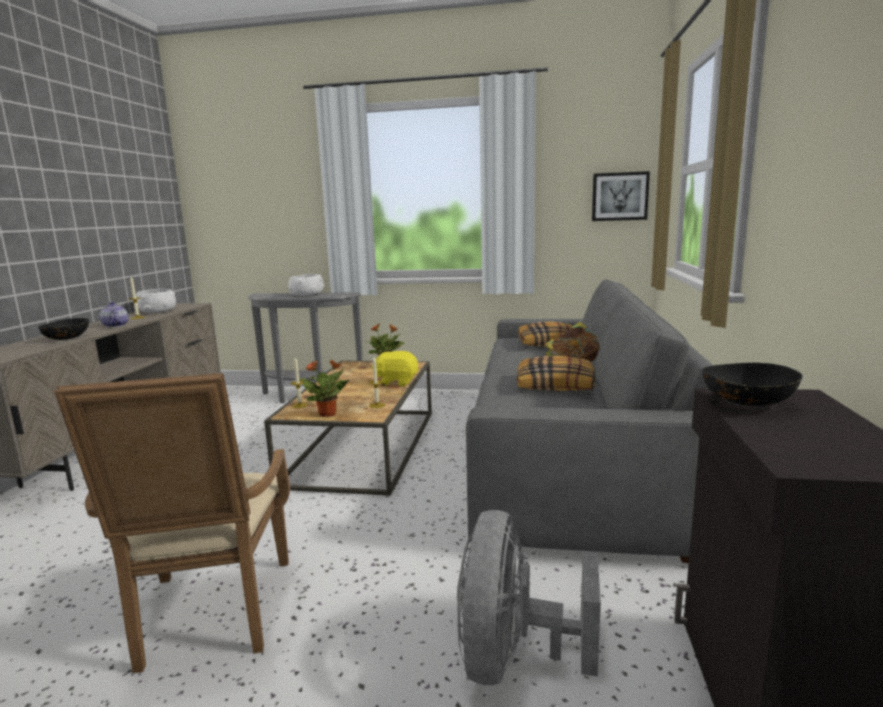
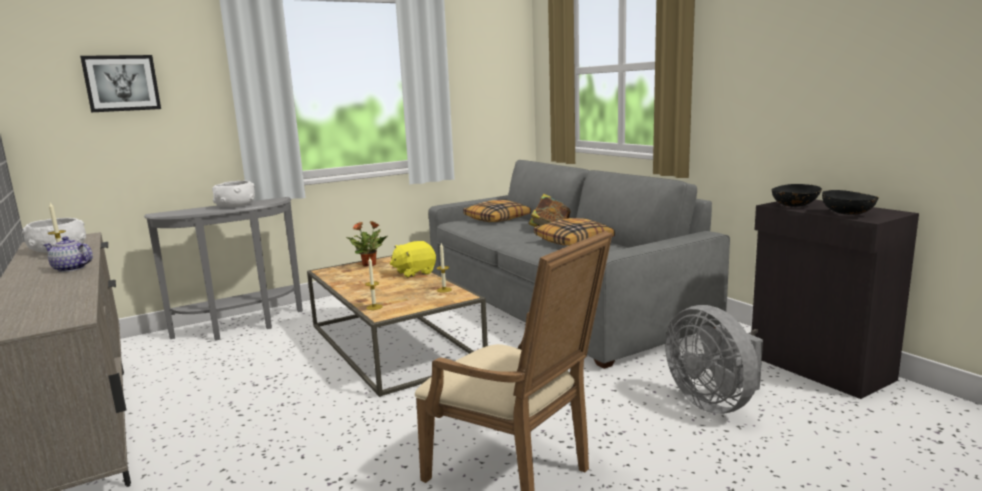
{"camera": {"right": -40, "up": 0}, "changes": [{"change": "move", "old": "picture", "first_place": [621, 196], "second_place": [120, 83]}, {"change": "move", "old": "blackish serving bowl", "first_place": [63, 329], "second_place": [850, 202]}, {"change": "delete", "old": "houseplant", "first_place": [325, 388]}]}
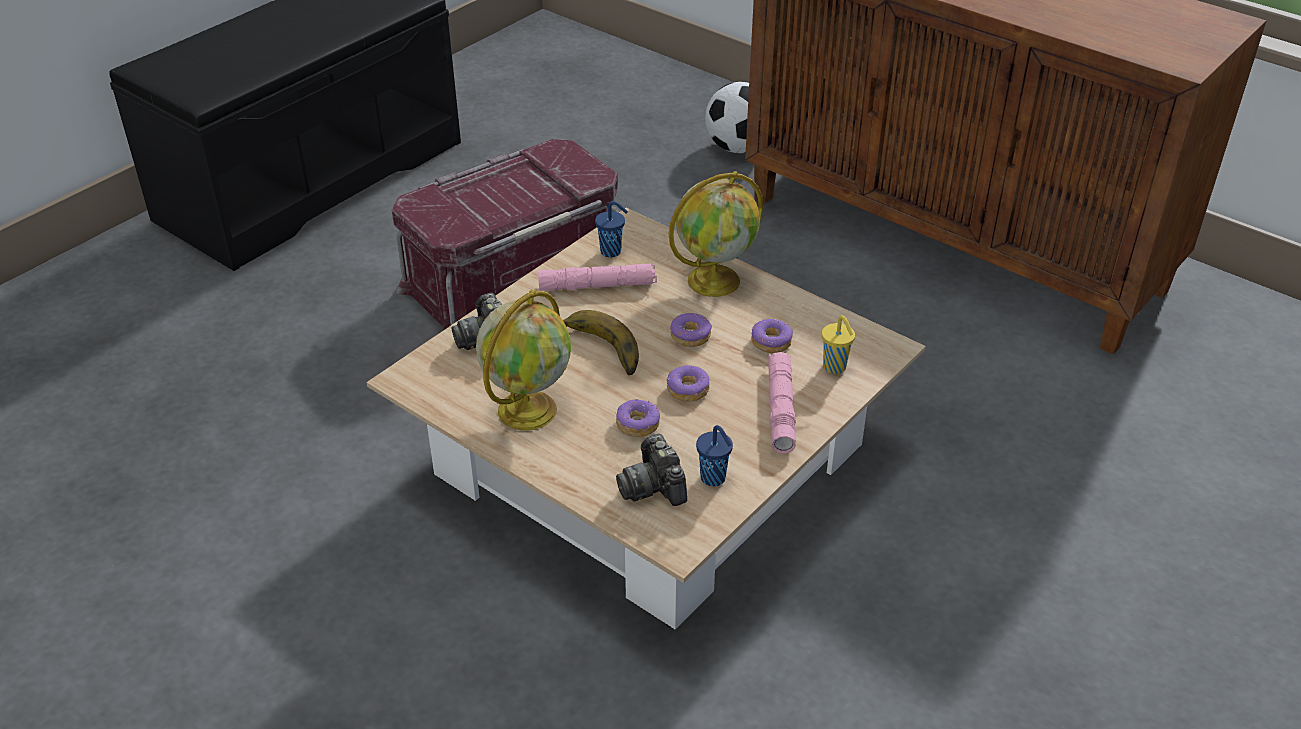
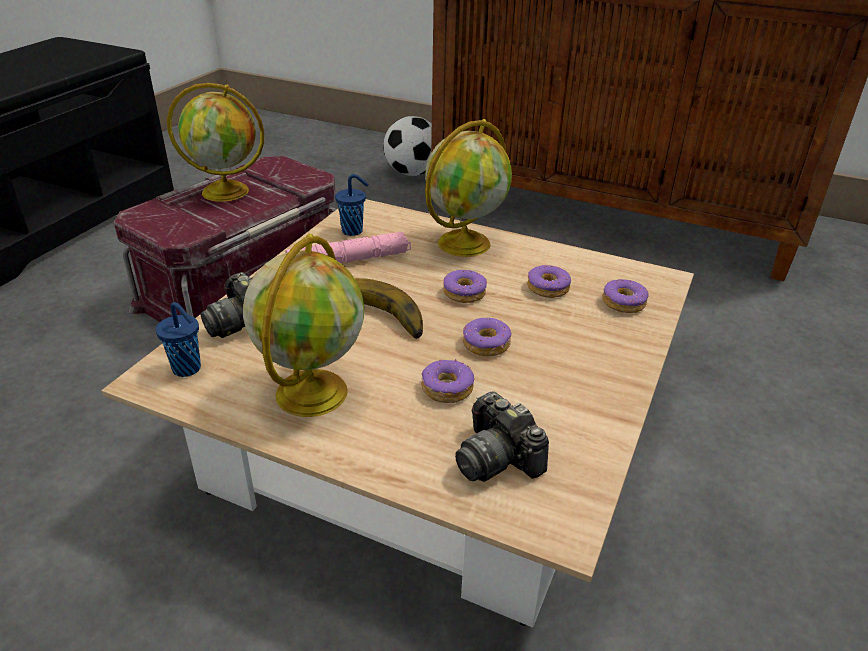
{"camera": {"right": -15, "up": -5}, "changes": [{"change": "move", "old": "blue-coloured drinking cup", "first_place": [714, 455], "second_place": [178, 339]}, {"change": "insert", "new": "world globe", "second_place": [215, 142]}, {"change": "replace", "old": "yellowish drinking cup", "new": "doughnut", "first_place": [838, 345], "second_place": [626, 296]}, {"change": "delete", "old": "pinkish torch", "first_place": [782, 402]}]}
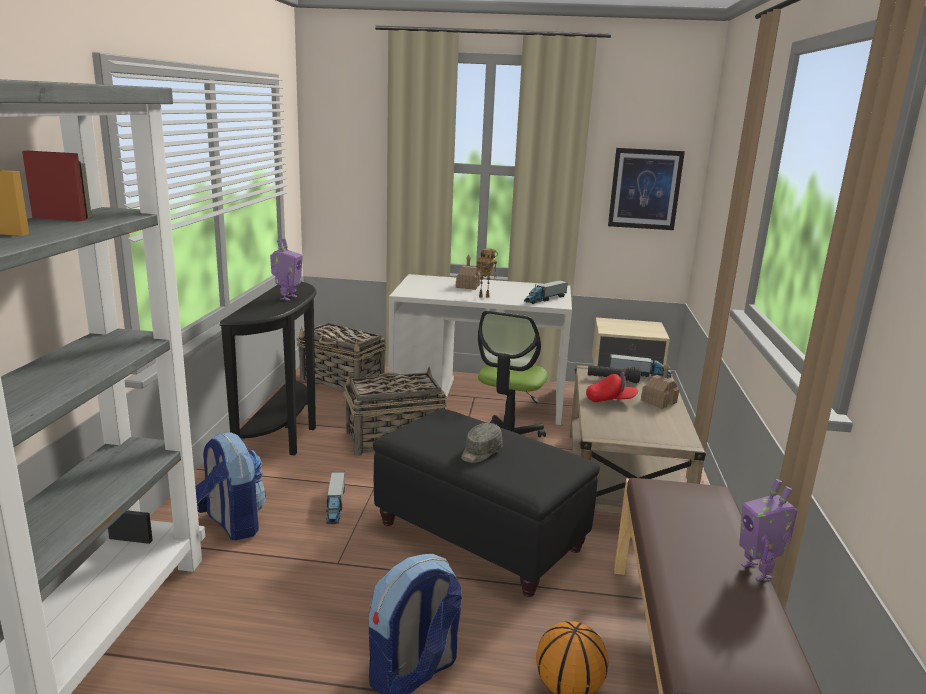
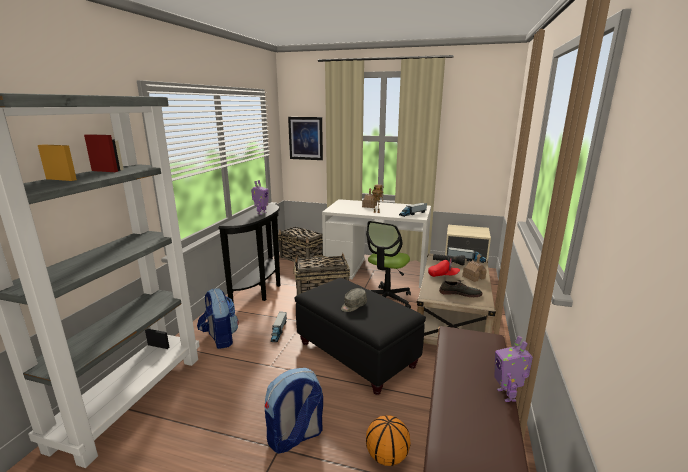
{"camera": {"right": 10, "up": 0}, "changes": [{"change": "move", "old": "picture", "first_place": [646, 189], "second_place": [305, 138]}, {"change": "insert", "new": "greyish item of footwear", "second_place": [460, 288]}]}
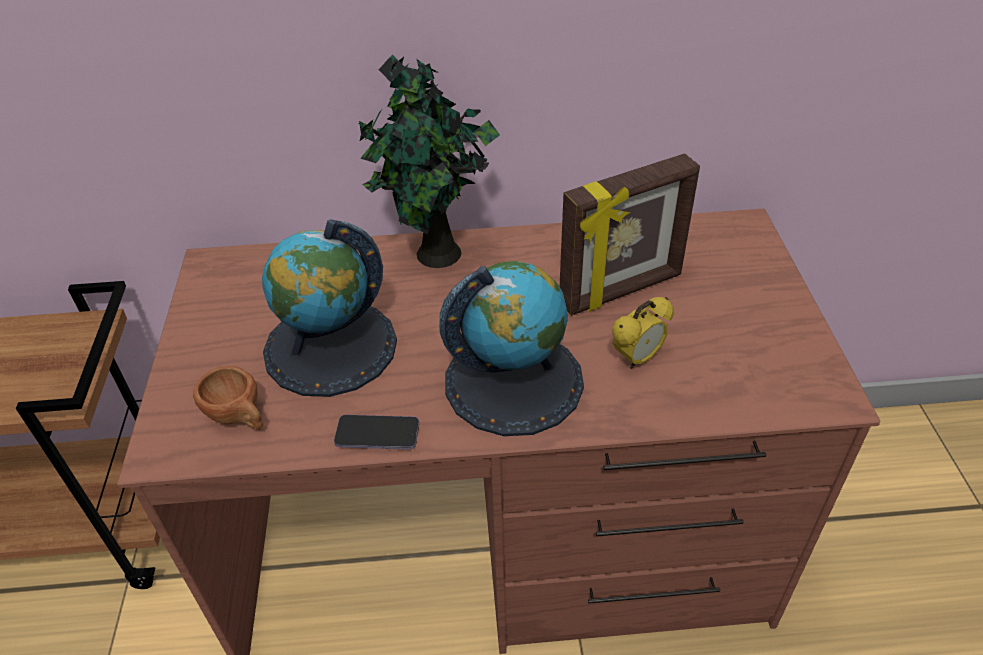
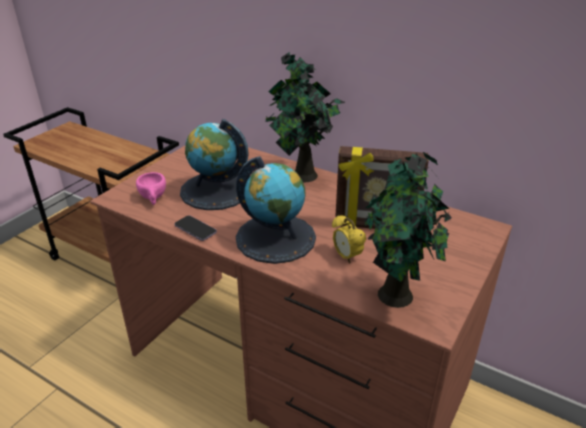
{"camera": {"right": 35, "up": -10}, "changes": [{"change": "recolor", "old": "brown-coloured drinking cup", "new": "pinkish drinking cup", "first_place": [228, 398], "second_place": [151, 188]}, {"change": "rotate", "old": "table clock", "first_place": [643, 333], "second_place": [349, 239], "degrees": 60}, {"change": "insert", "new": "houseplant", "second_place": [408, 230]}]}
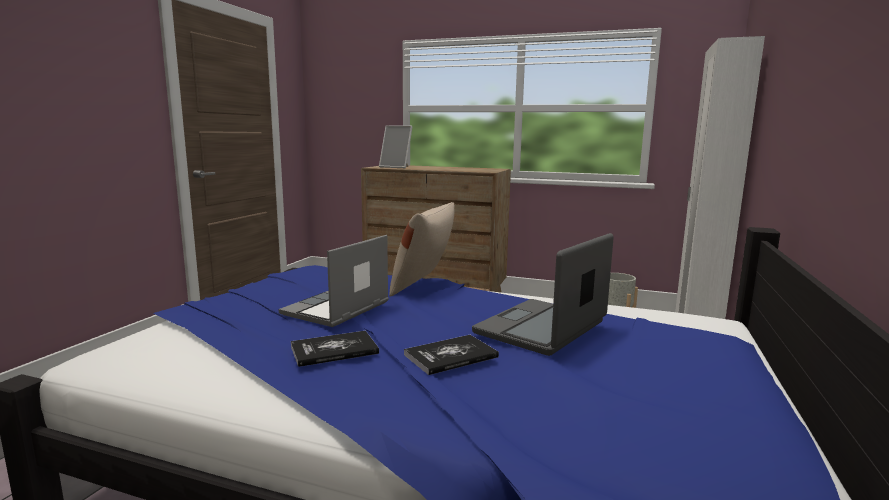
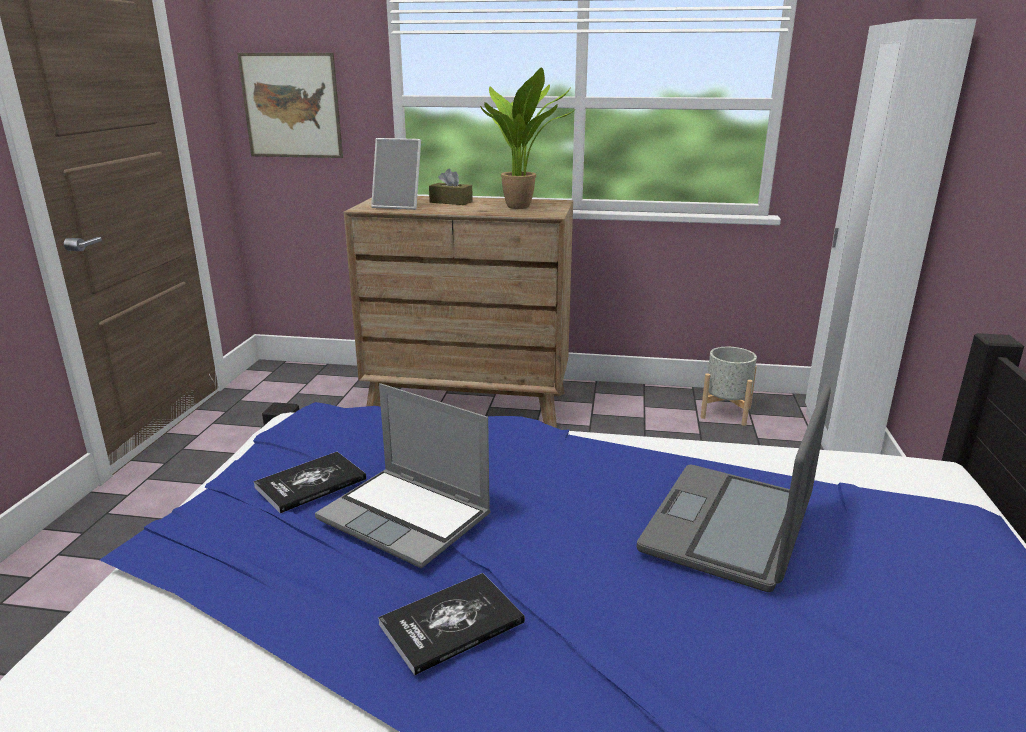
{"camera": {"right": -10, "up": 10}, "changes": [{"change": "insert", "new": "picture", "second_place": [290, 105]}, {"change": "move", "old": "bound book", "first_place": [451, 355], "second_place": [309, 482]}, {"change": "rotate", "old": "laptop", "first_place": [334, 281], "second_place": [403, 475], "degrees": -75}, {"change": "insert", "new": "brown-coloured tissue box", "second_place": [451, 187]}, {"change": "insert", "new": "houseplant", "second_place": [526, 138]}, {"change": "delete", "old": "beige pillow", "first_place": [421, 249]}]}
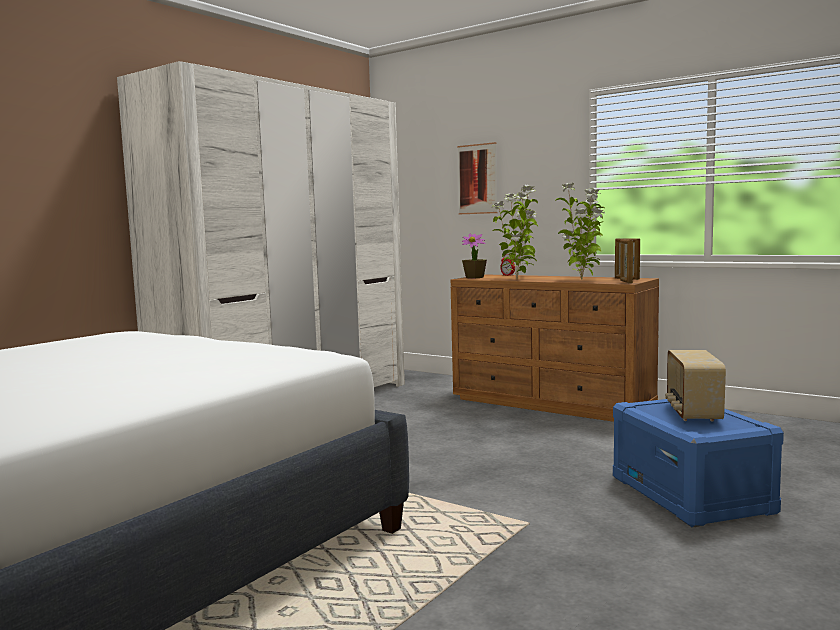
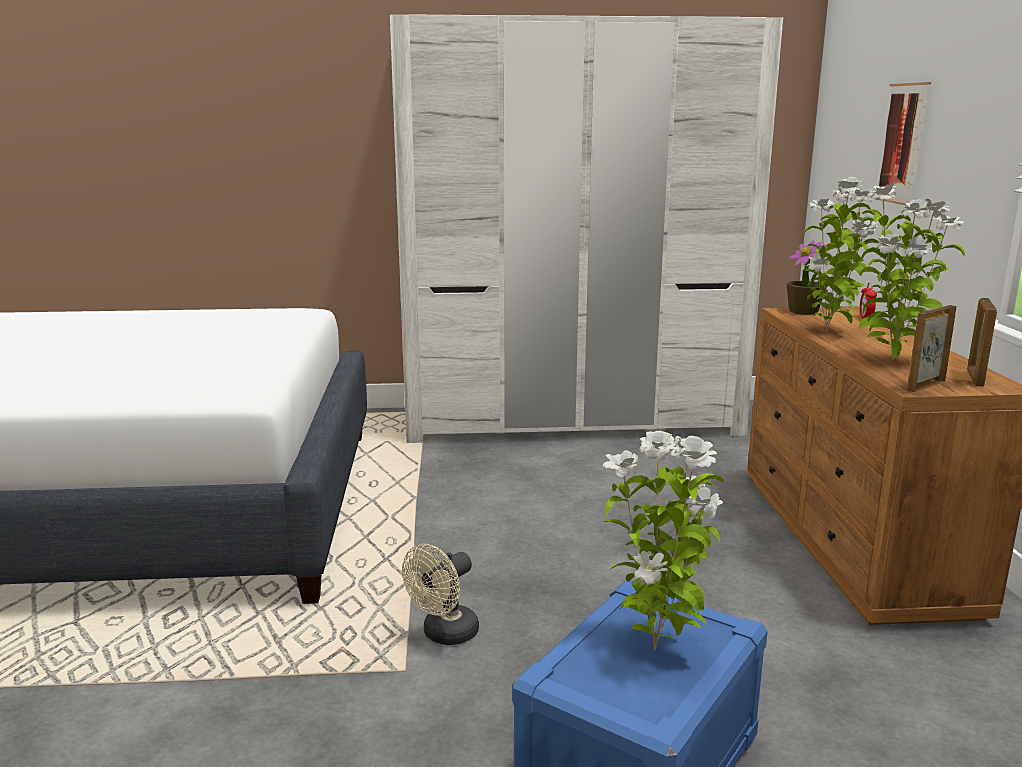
{"camera": {"right": 50, "up": 10}, "changes": [{"change": "insert", "new": "beige cooling fan", "second_place": [440, 594]}, {"change": "replace", "old": "radio", "new": "houseplant", "first_place": [695, 386], "second_place": [663, 540]}]}
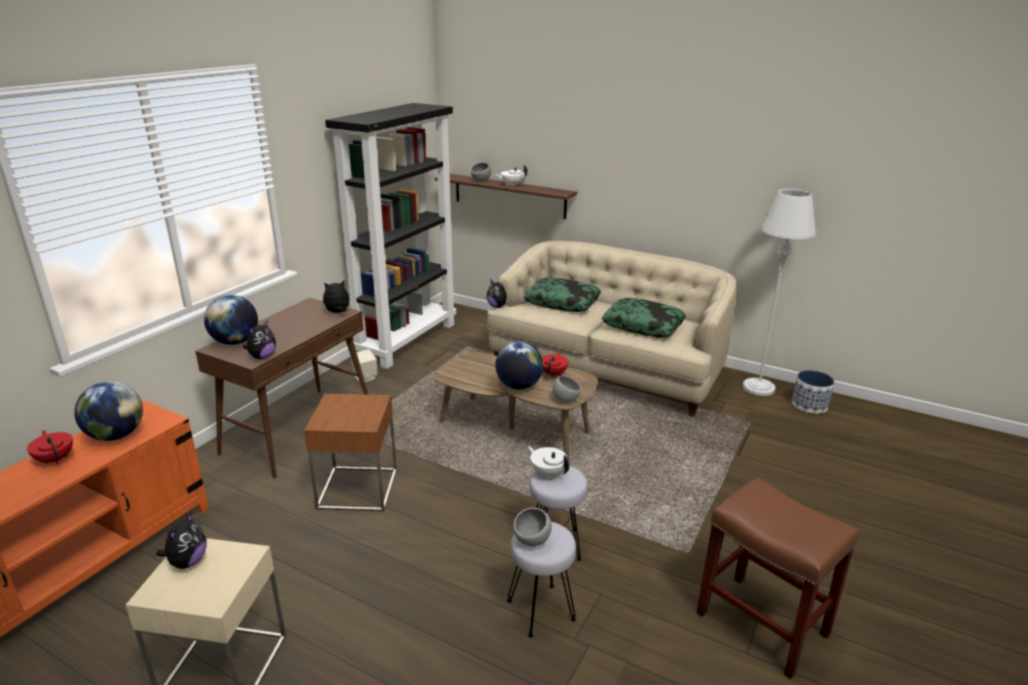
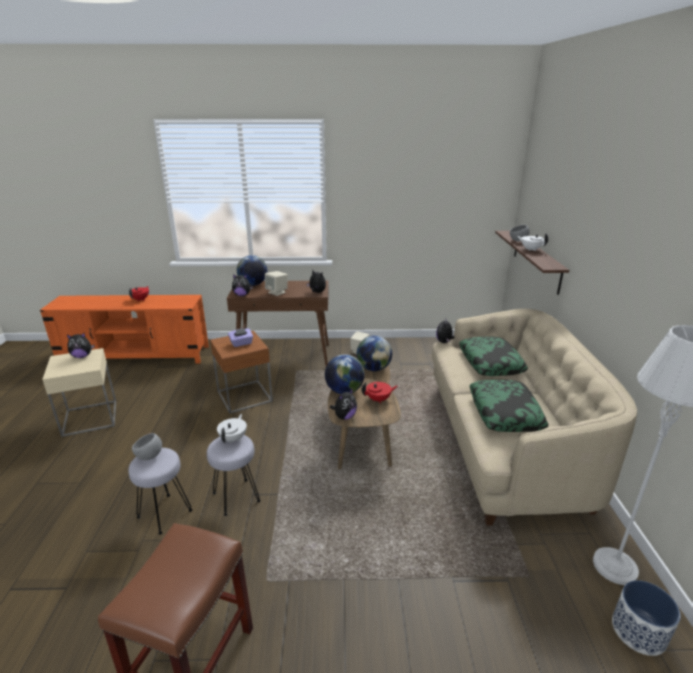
{"camera": {"right": 60, "up": 0}, "changes": [{"change": "insert", "new": "purple tissue box", "second_place": [240, 337]}, {"change": "insert", "new": "beige speaker", "second_place": [276, 283]}, {"change": "replace", "old": "greyish serving bowl", "new": "plush toy", "first_place": [567, 388], "second_place": [343, 404]}, {"change": "move", "old": "world globe", "first_place": [108, 411], "second_place": [374, 353]}, {"change": "delete", "old": "blackish bookcase", "first_place": [390, 236]}]}
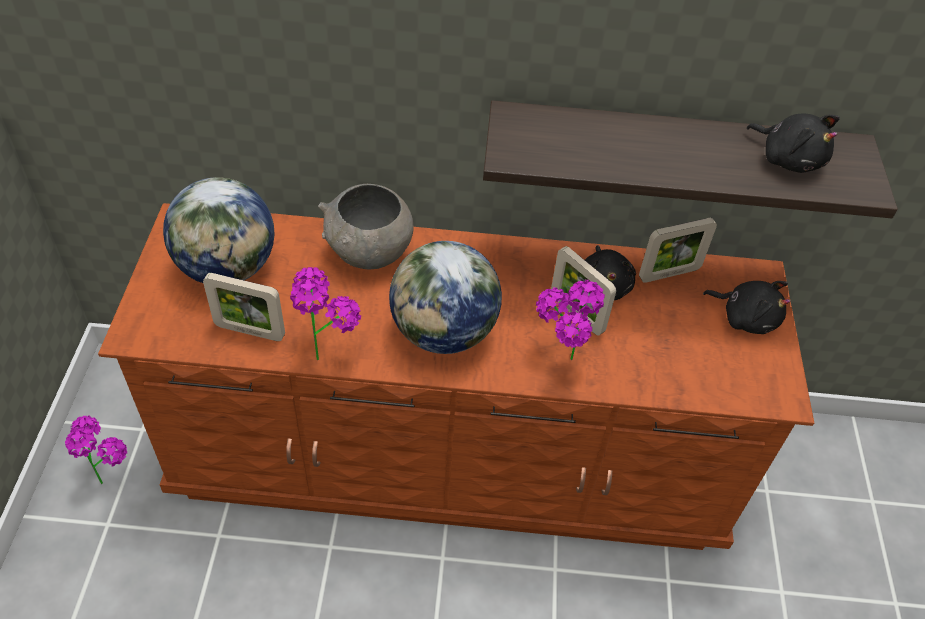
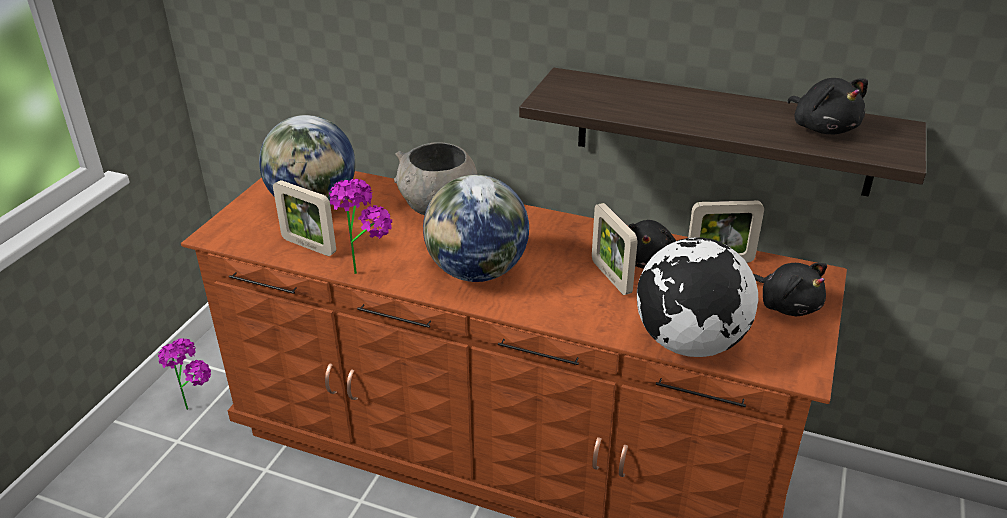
{"camera": {"right": 20, "up": -15}, "changes": [{"change": "insert", "new": "world globe", "second_place": [697, 297]}, {"change": "delete", "old": "houseplant", "first_place": [570, 320]}]}
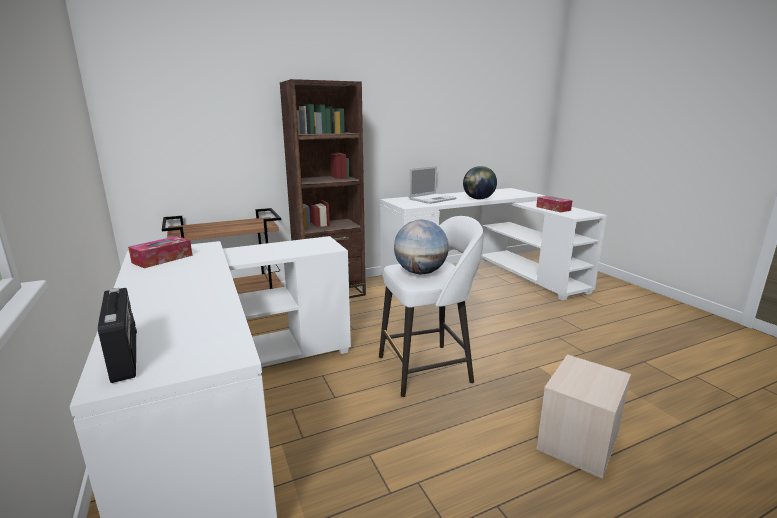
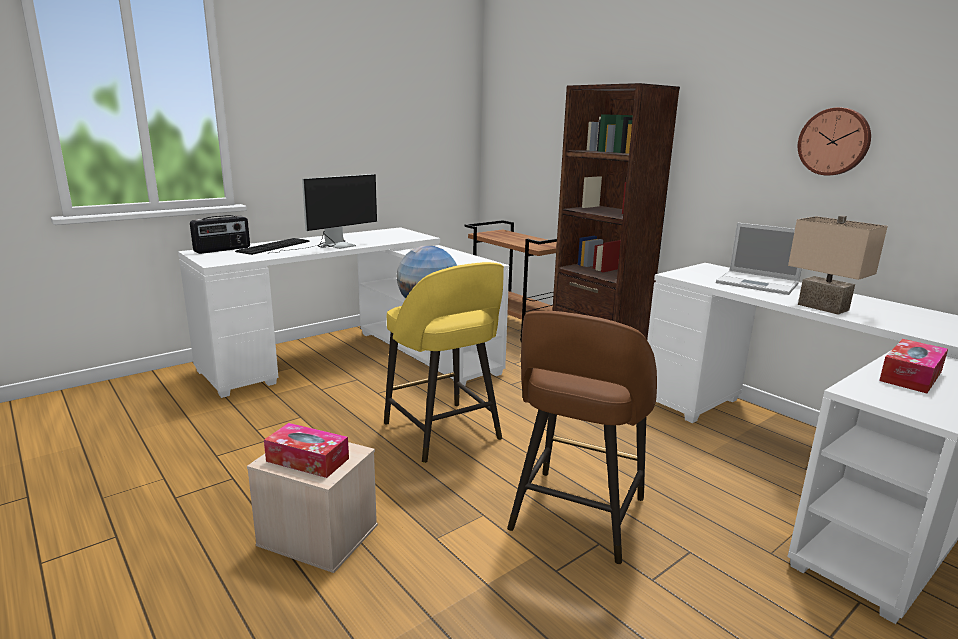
{"camera": {"right": 75, "up": 0}, "changes": [{"change": "insert", "new": "keyboard", "second_place": [272, 246]}, {"change": "move", "old": "tissue box", "first_place": [160, 252], "second_place": [306, 450]}, {"change": "insert", "new": "computer display", "second_place": [323, 213]}, {"change": "recolor", "old": "whitish stool", "new": "yellowish stool", "first_place": [431, 306], "second_place": [444, 362]}, {"change": "insert", "new": "brown-coloured stool", "second_place": [582, 437]}, {"change": "replace", "old": "world globe", "new": "beige lamp for a table", "first_place": [480, 183], "second_place": [838, 265]}, {"change": "insert", "new": "clock on the wall", "second_place": [834, 141]}]}
